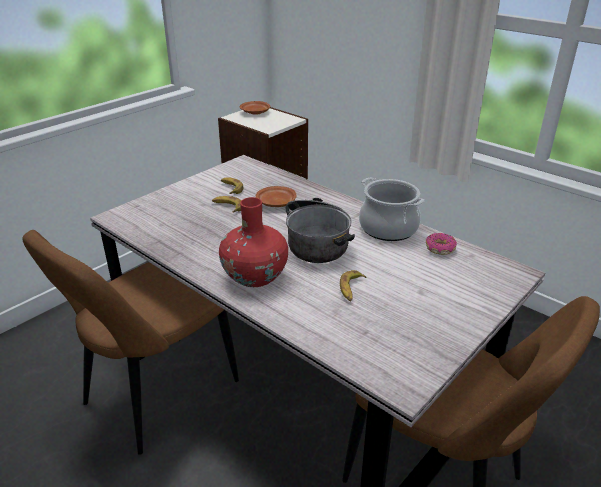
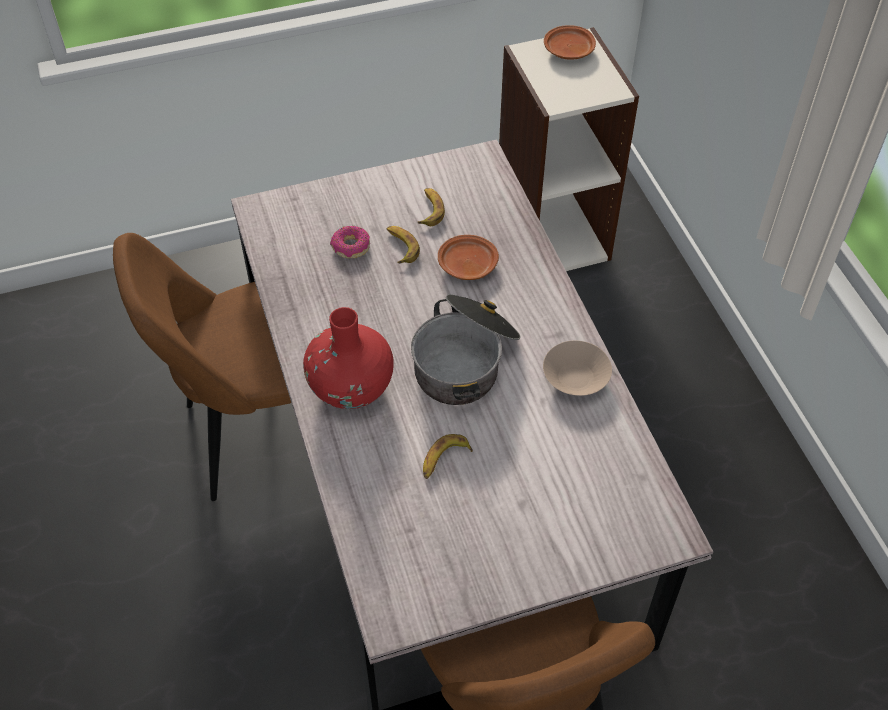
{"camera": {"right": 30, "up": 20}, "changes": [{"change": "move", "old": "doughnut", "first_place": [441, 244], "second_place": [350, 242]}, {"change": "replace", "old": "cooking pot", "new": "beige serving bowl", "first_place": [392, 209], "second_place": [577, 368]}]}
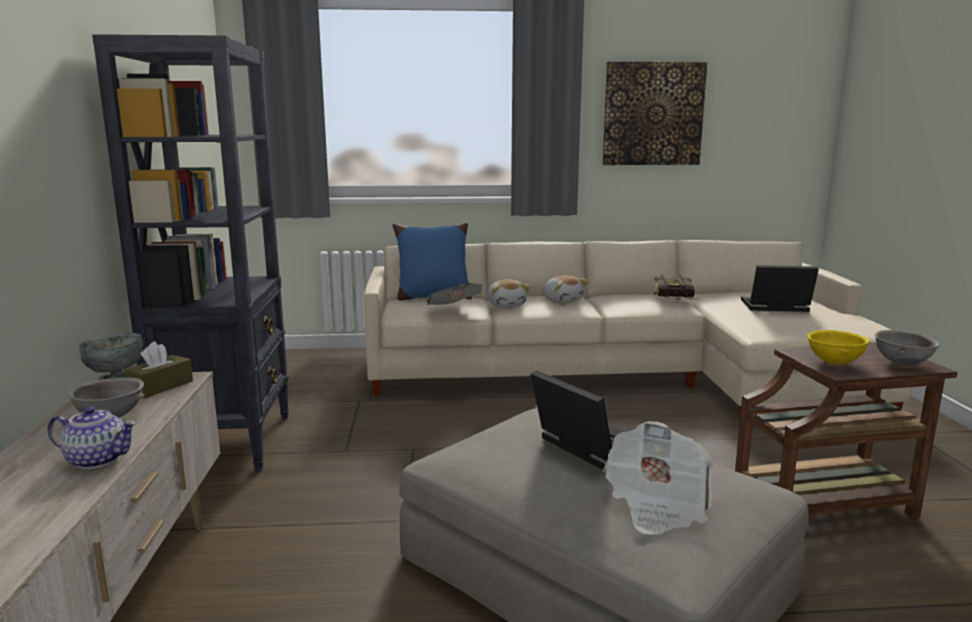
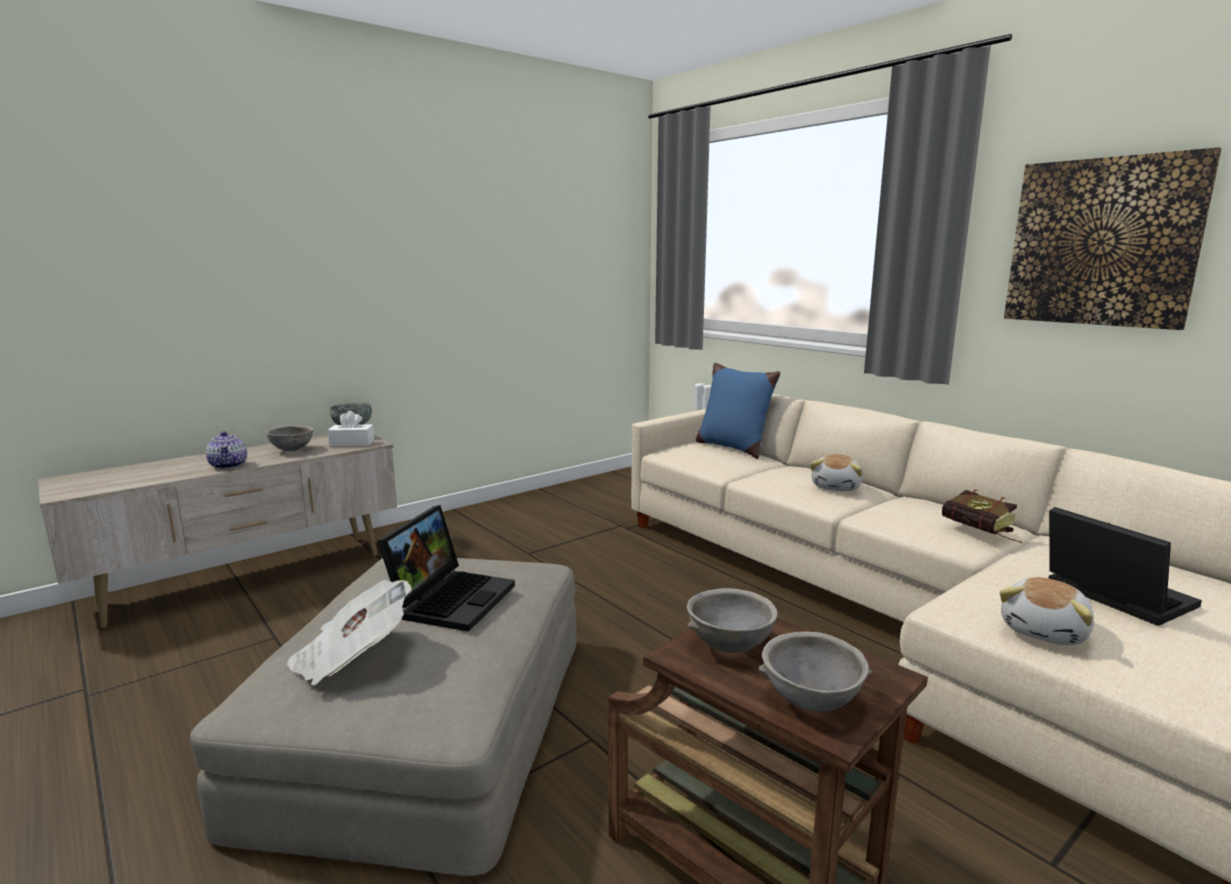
{"camera": {"right": 55, "up": 0}, "changes": [{"change": "recolor", "old": "brown-coloured tissue box", "new": "whitish tissue box", "first_place": [158, 369], "second_place": [351, 429]}, {"change": "recolor", "old": "yellowish serving bowl", "new": "greyish serving bowl", "first_place": [838, 347], "second_place": [732, 620]}, {"change": "move", "old": "plush toy", "first_place": [509, 293], "second_place": [1047, 611]}, {"change": "delete", "old": "blackish bookcase", "first_place": [190, 252]}, {"change": "delete", "old": "newspaper", "first_place": [454, 294]}]}
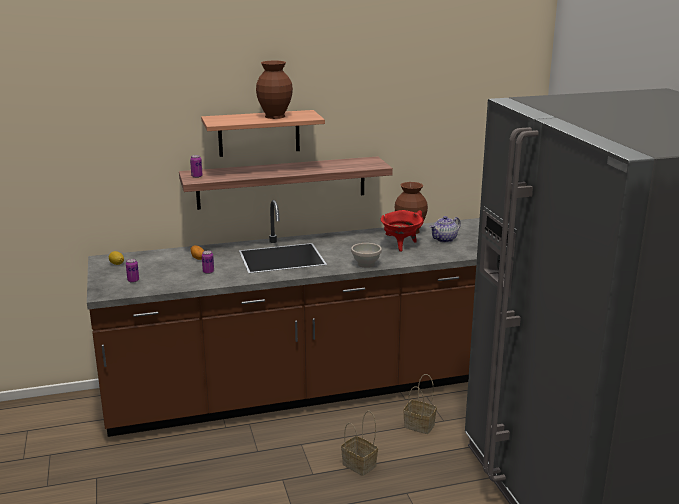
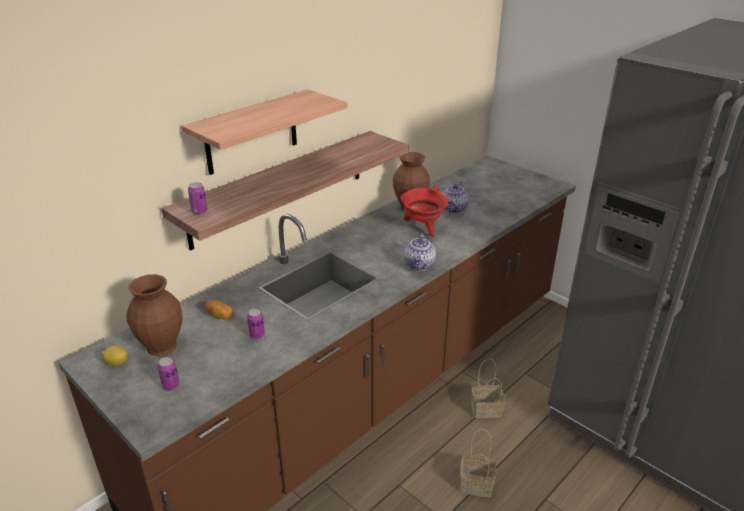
{"camera": {"right": -30, "up": 10}, "changes": [{"change": "move", "old": "brown-coloured vase", "first_place": [274, 90], "second_place": [154, 315]}, {"change": "replace", "old": "whitish serving bowl", "new": "tea pot", "first_place": [366, 255], "second_place": [420, 252]}]}
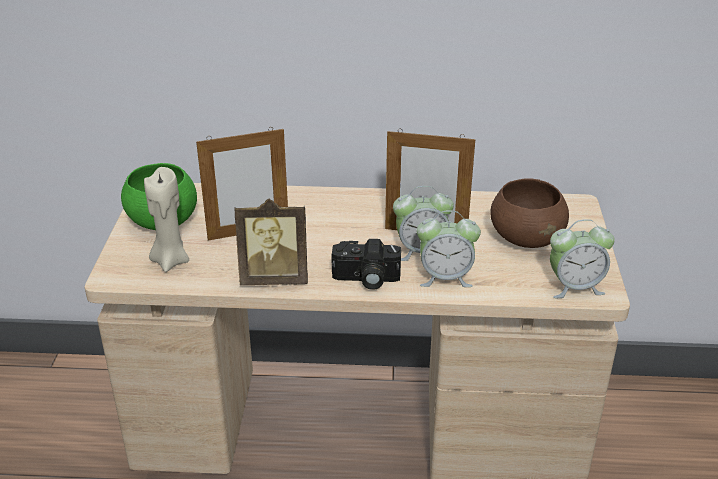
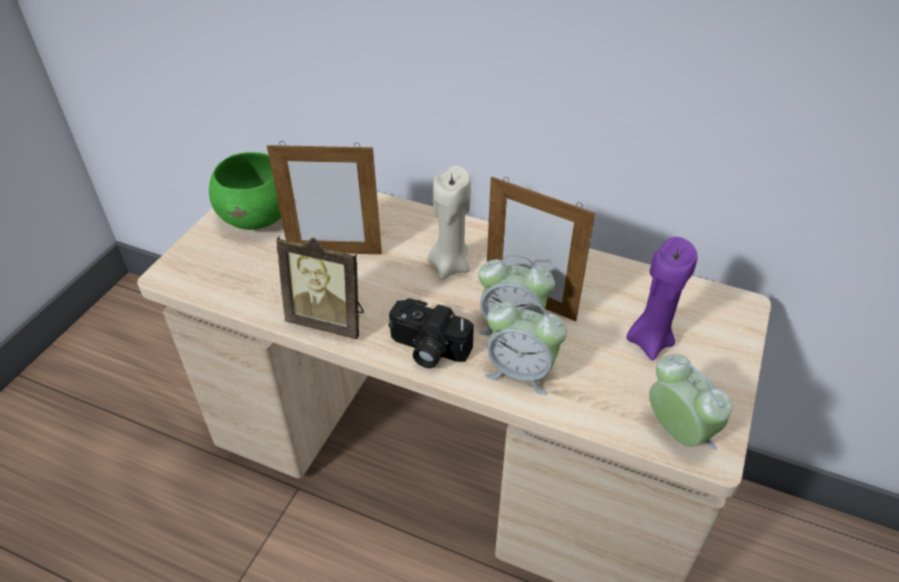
{"camera": {"right": 20, "up": 10}, "changes": [{"change": "move", "old": "beige wax light", "first_place": [166, 219], "second_place": [449, 222]}, {"change": "replace", "old": "brown-coloured serving bowl", "new": "purple wax light", "first_place": [529, 213], "second_place": [662, 299]}, {"change": "rotate", "old": "table clock", "first_place": [582, 258], "second_place": [690, 402], "degrees": -135}]}
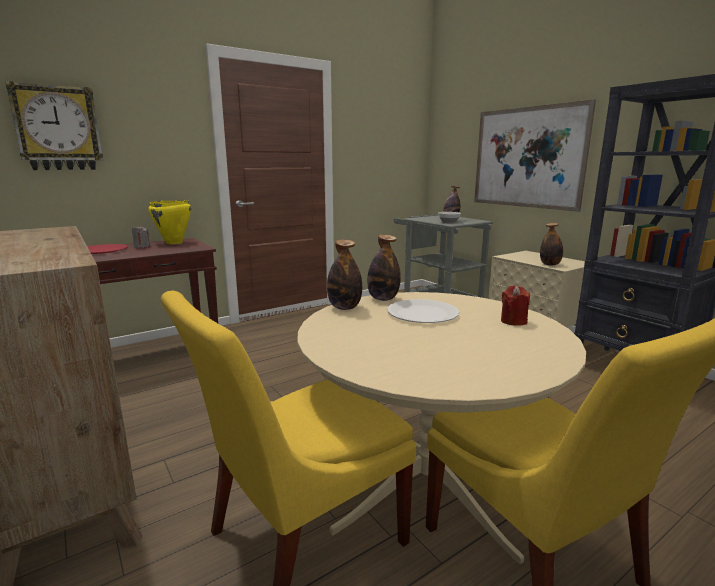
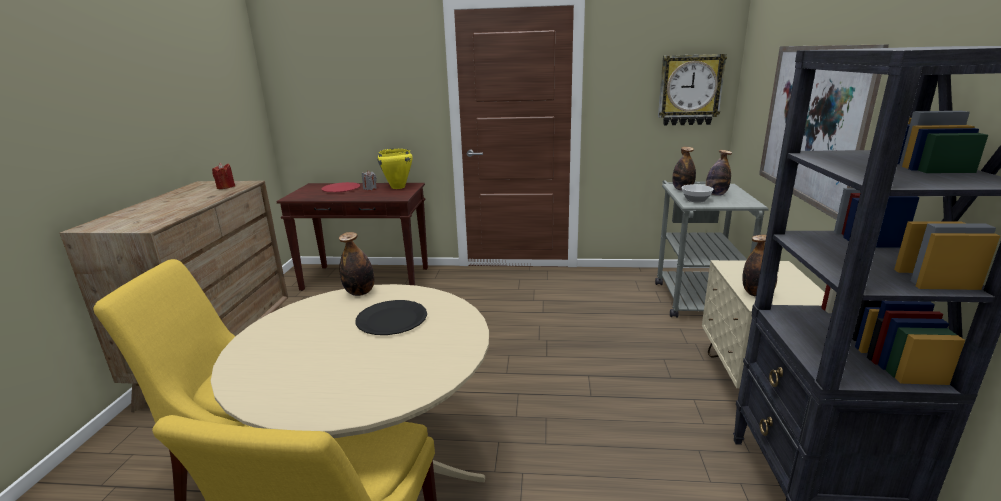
{"camera": {"right": 40, "up": 5}, "changes": [{"change": "move", "old": "red-coloured wax light", "first_place": [515, 305], "second_place": [223, 176]}, {"change": "recolor", "old": "whitish dinner plate", "new": "blackish dinner plate", "first_place": [423, 311], "second_place": [391, 317]}, {"change": "move", "old": "clock on the wall", "first_place": [54, 125], "second_place": [692, 89]}, {"change": "move", "old": "bottle", "first_place": [384, 268], "second_place": [684, 169]}]}
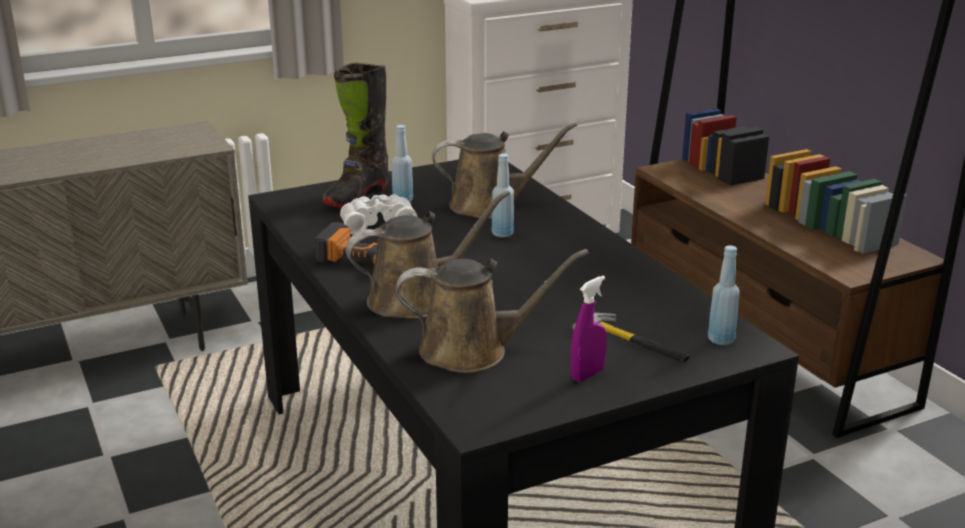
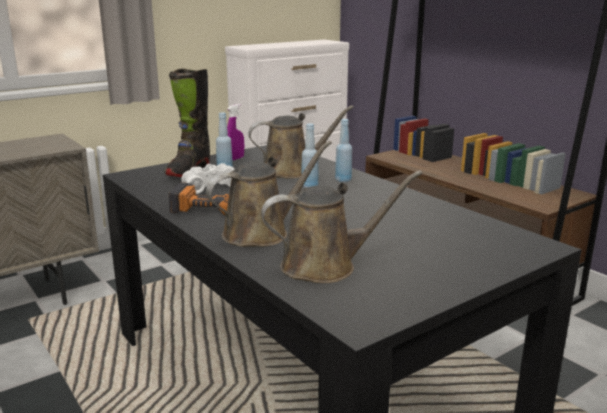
{"camera": {"right": -10, "up": -5}, "changes": [{"change": "move", "old": "purple spray bottle", "first_place": [589, 328], "second_place": [235, 132]}, {"change": "move", "old": "blue-coloured bottle", "first_place": [724, 295], "second_place": [343, 150]}, {"change": "delete", "old": "hammer", "first_place": [631, 337]}]}
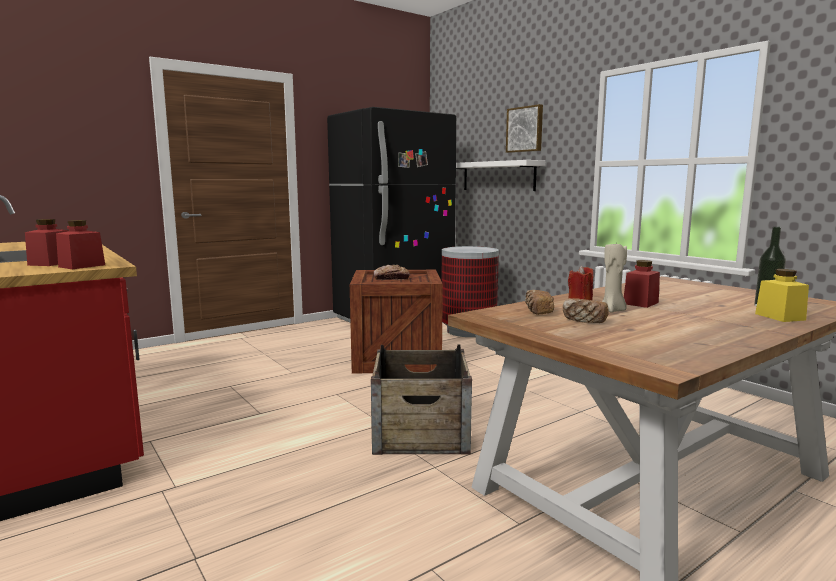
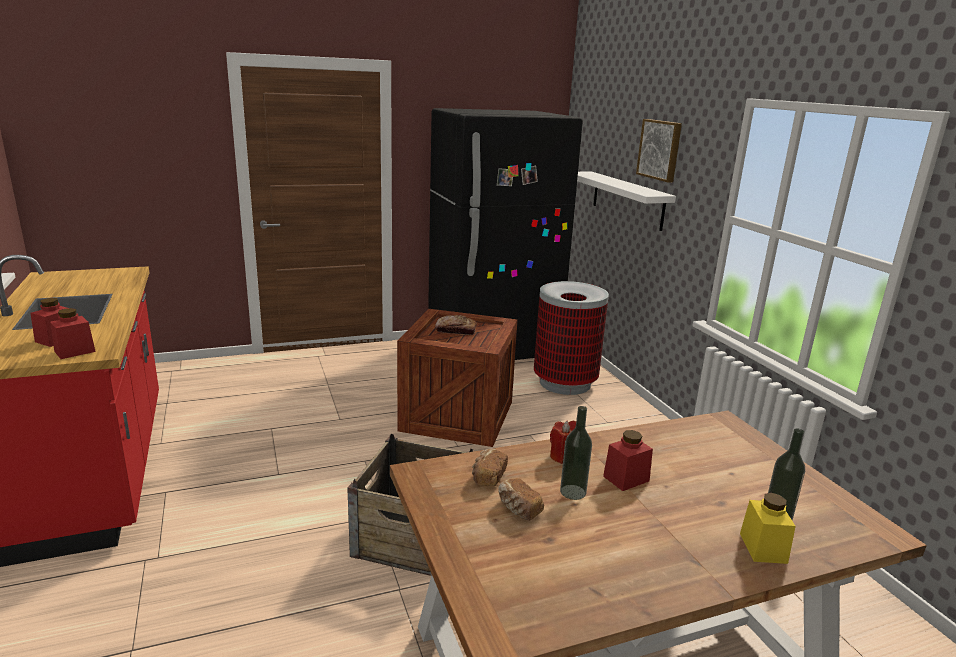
{"camera": {"right": 15, "up": 10}, "changes": [{"change": "replace", "old": "beige wax light", "new": "bottle", "first_place": [614, 277], "second_place": [576, 453]}]}
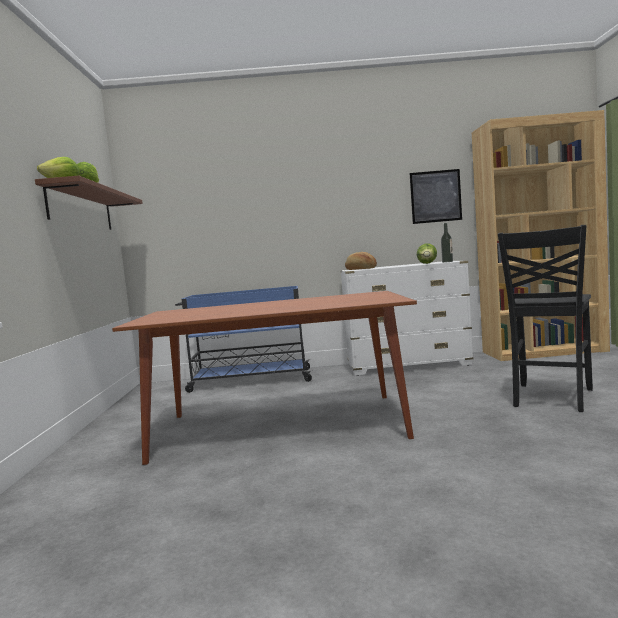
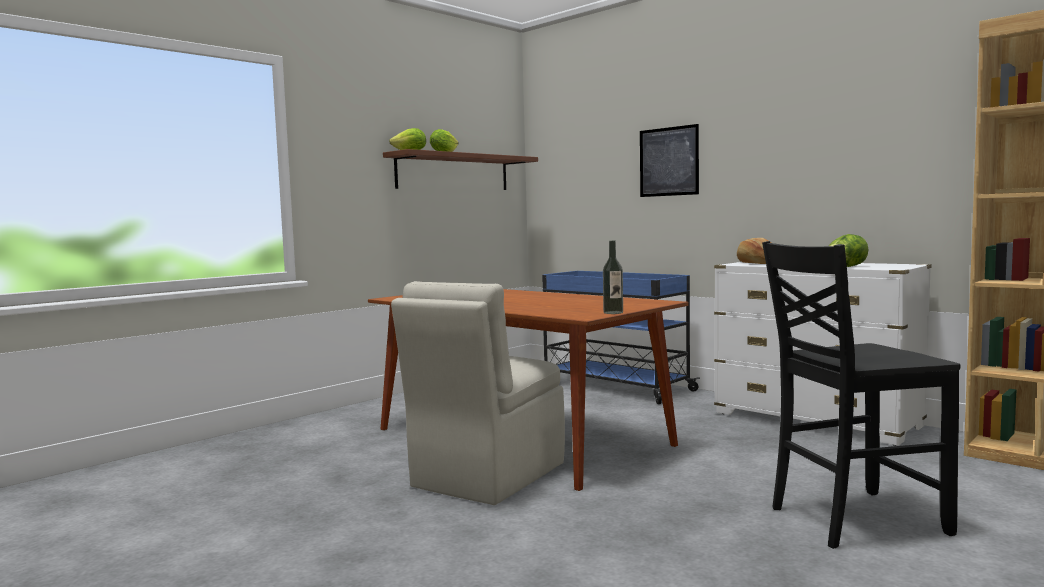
{"camera": {"right": 45, "up": 0}, "changes": [{"change": "insert", "new": "beige chair", "second_place": [478, 393]}, {"change": "move", "old": "bottle", "first_place": [447, 243], "second_place": [613, 277]}, {"change": "move", "old": "picture", "first_place": [435, 196], "second_place": [669, 160]}]}
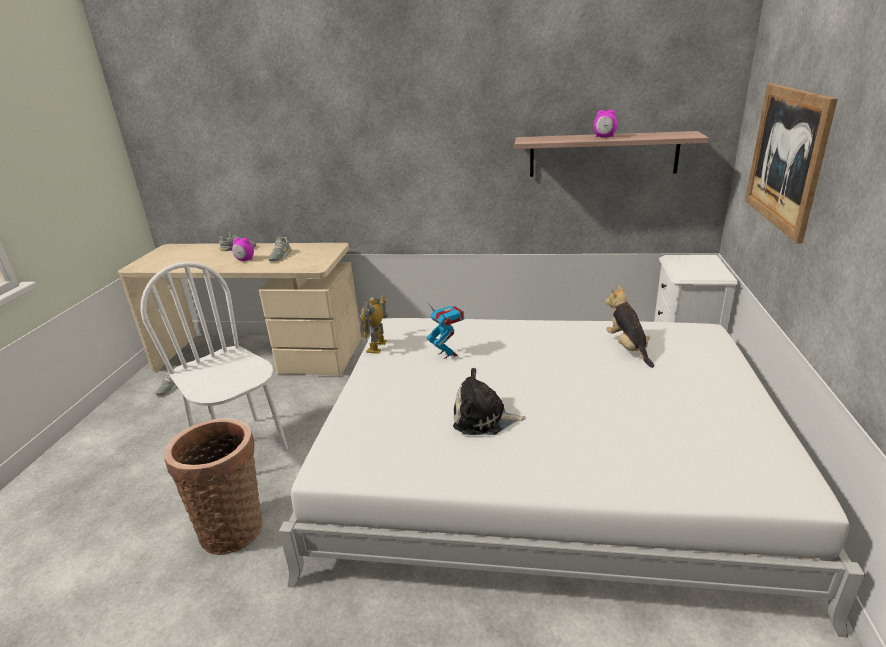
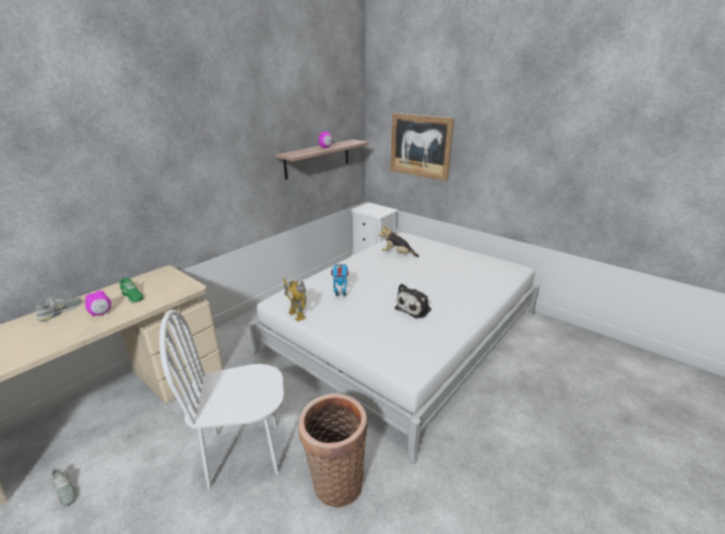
{"camera": {"right": -60, "up": 0}, "changes": [{"change": "recolor", "old": "greyish item of footwear", "new": "greenish item of footwear", "first_place": [279, 249], "second_place": [132, 290]}]}
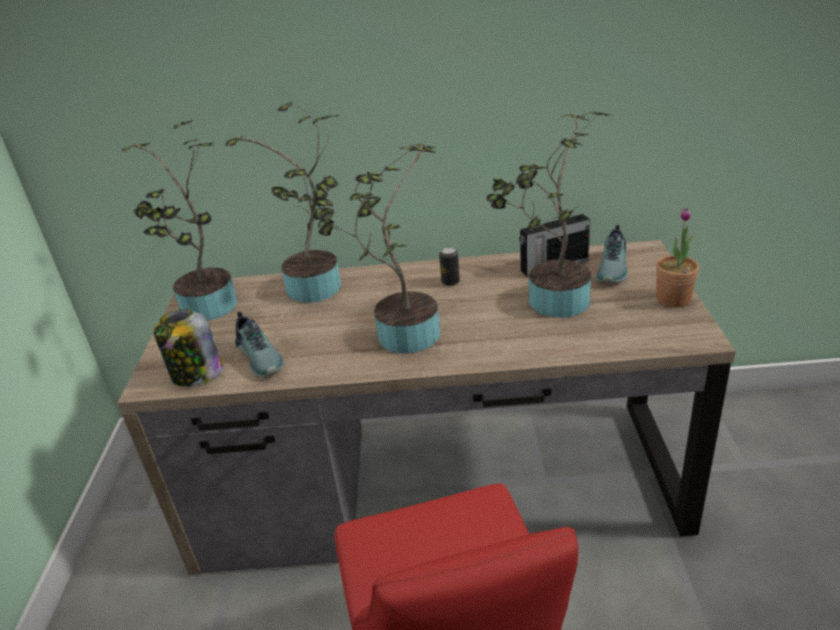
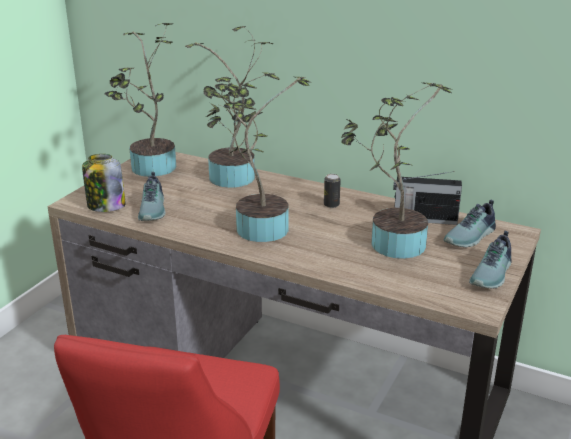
{"camera": {"right": 25, "up": -5}, "changes": [{"change": "replace", "old": "houseplant", "new": "item of footwear", "first_place": [677, 258], "second_place": [490, 259]}]}
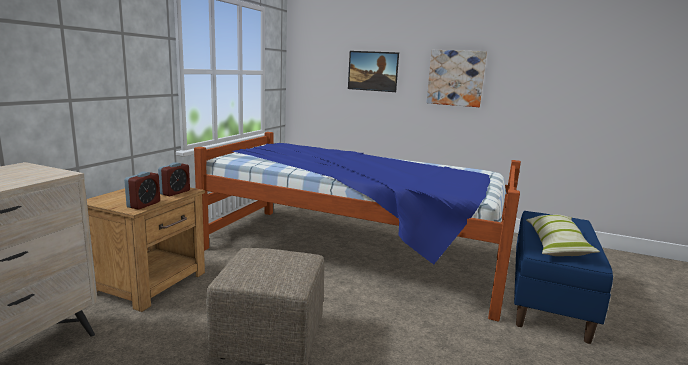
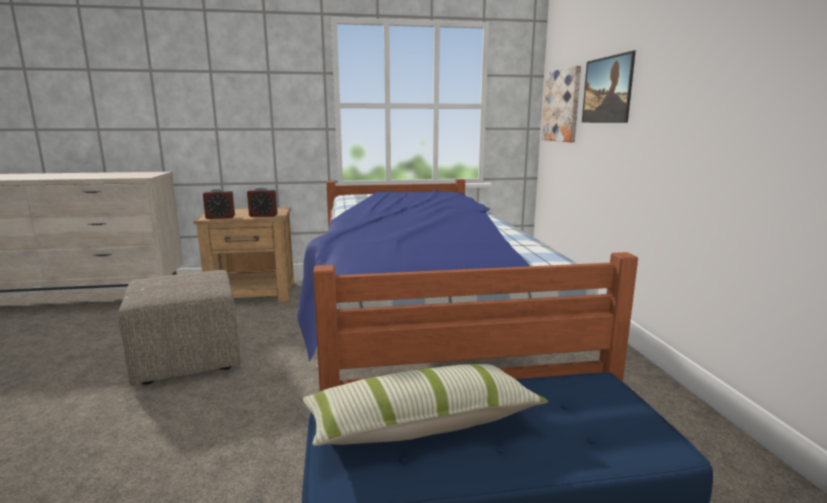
{"camera": {"right": 60, "up": 0}, "changes": [{"change": "move", "old": "picture", "first_place": [456, 78], "second_place": [561, 104]}]}
